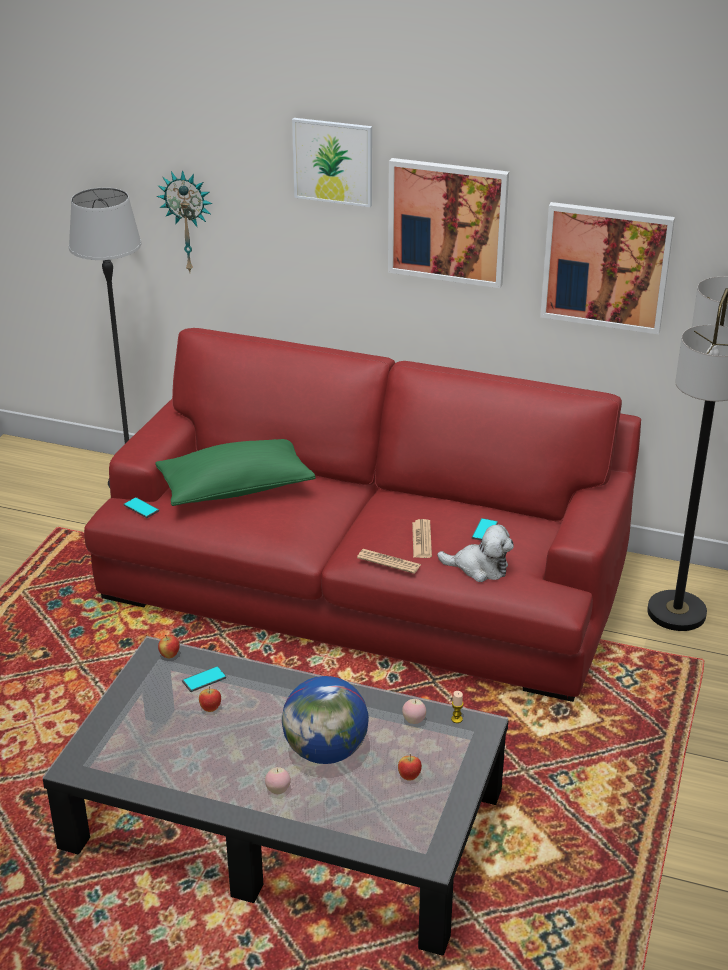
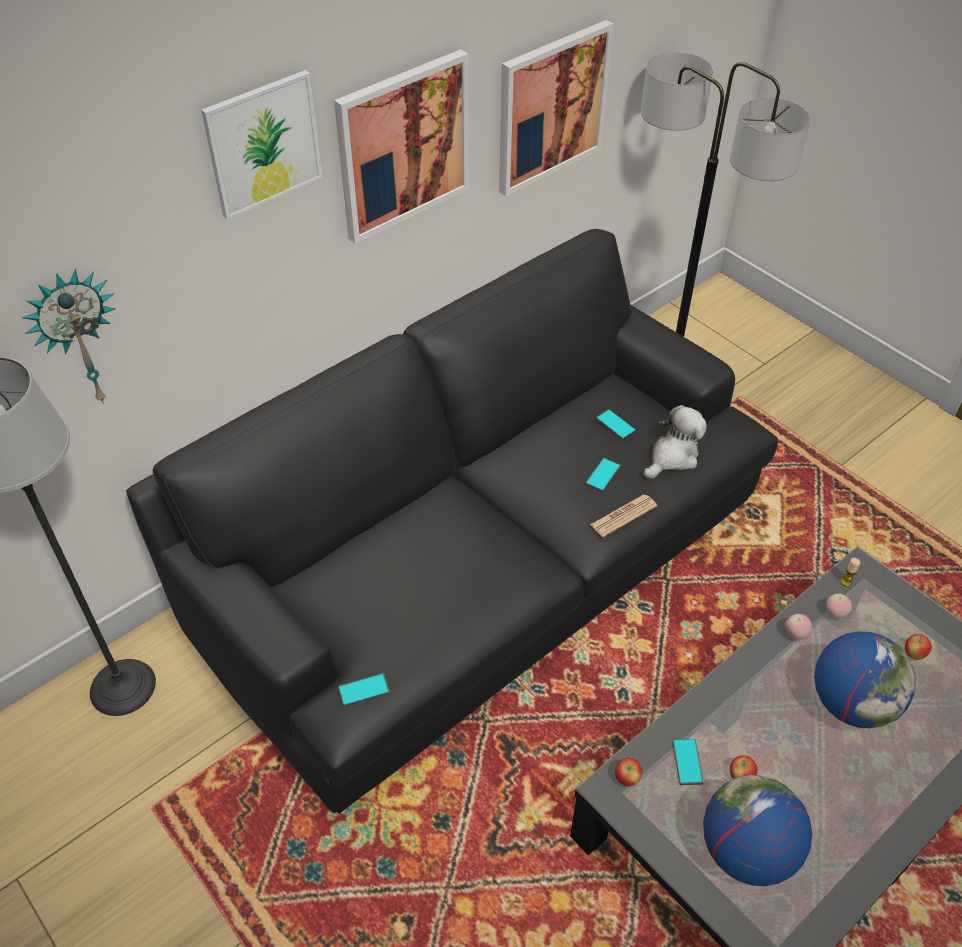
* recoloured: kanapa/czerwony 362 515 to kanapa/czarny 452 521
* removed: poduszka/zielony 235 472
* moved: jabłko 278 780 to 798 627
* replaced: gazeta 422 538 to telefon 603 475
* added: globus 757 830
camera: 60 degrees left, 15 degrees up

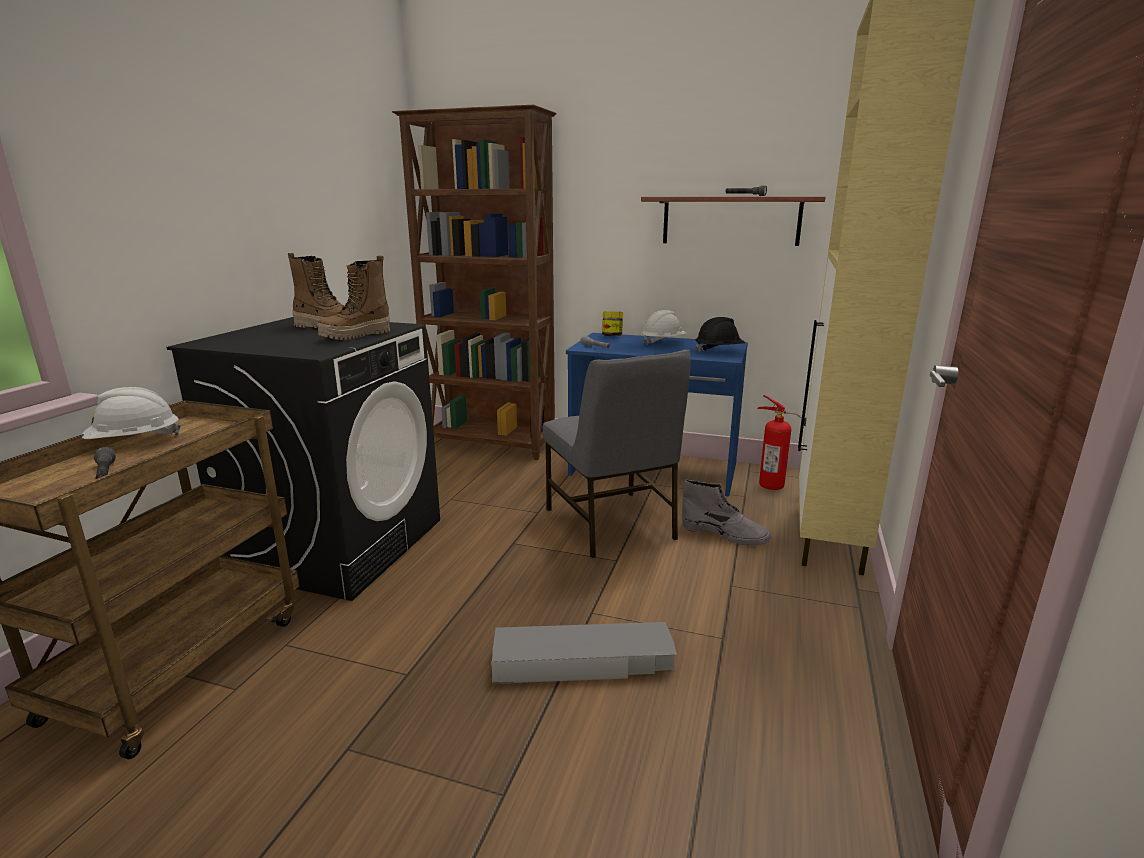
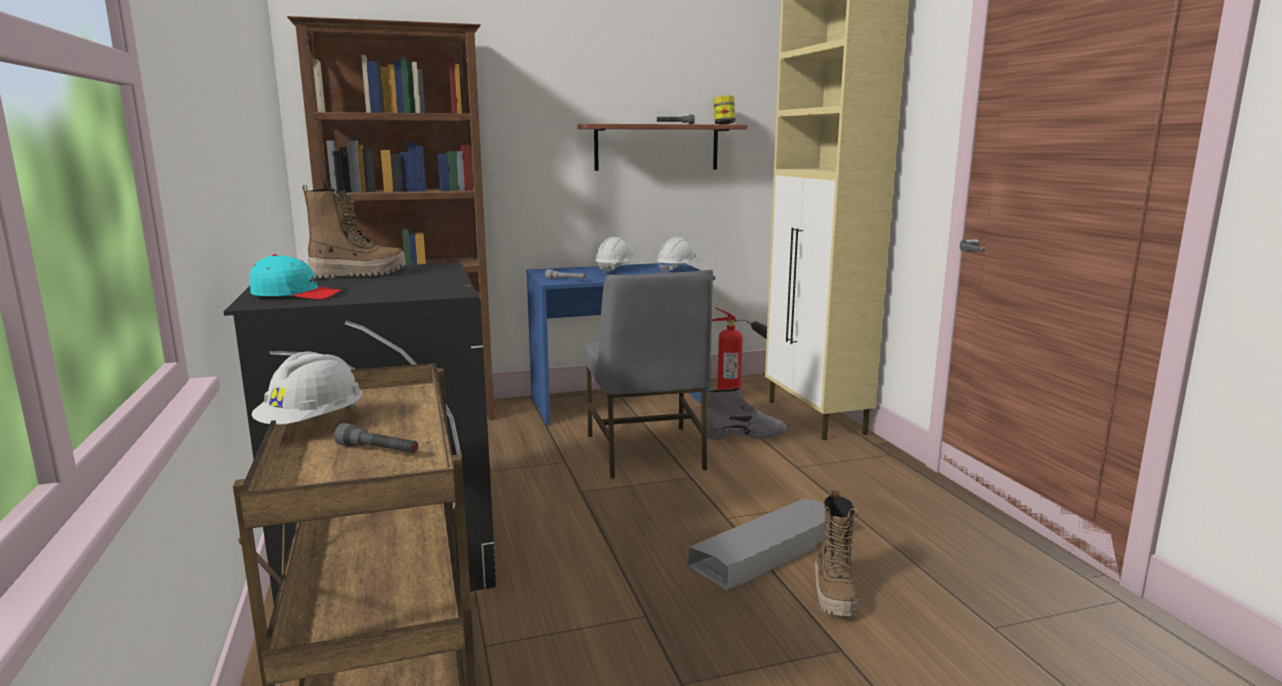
* moved: but z cholewką 353 297 to 837 552
* turned: krzesło/szary 617 453 = 648 374 45 degrees clockwise
* moved: słoik 612 323 to 724 110
* recoloured: kask/czarny 720 334 to kask/biały 678 255
* added: czapka z daszkiem/turkusowy 296 277
camera: 35 degrees left, 5 degrees down

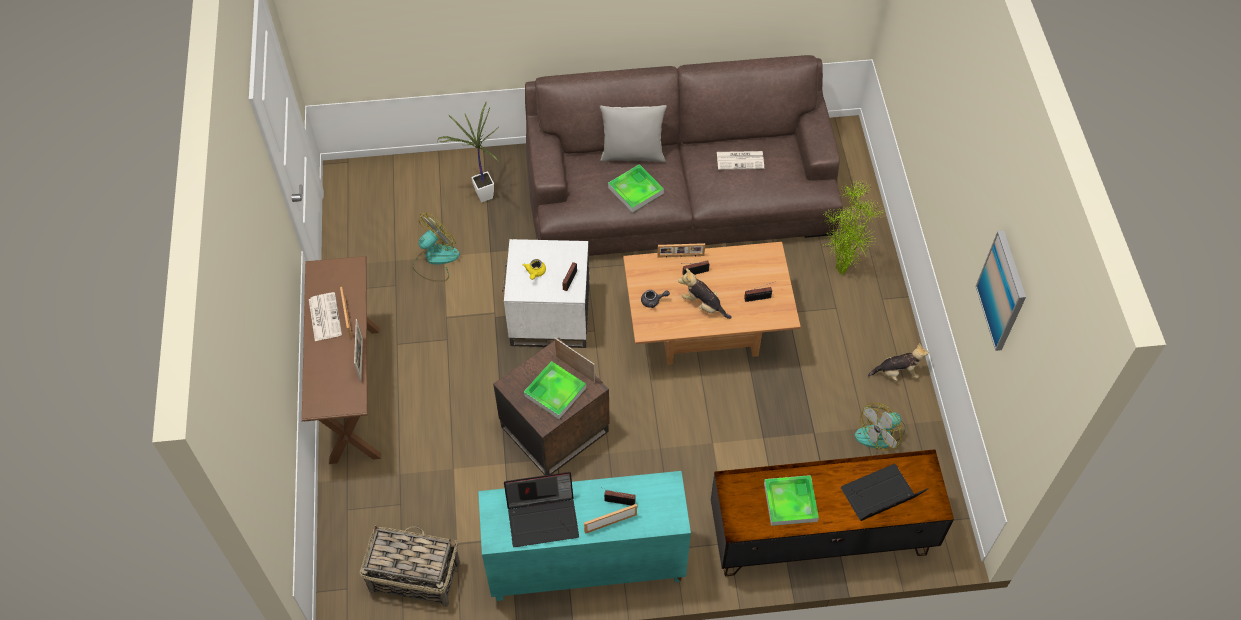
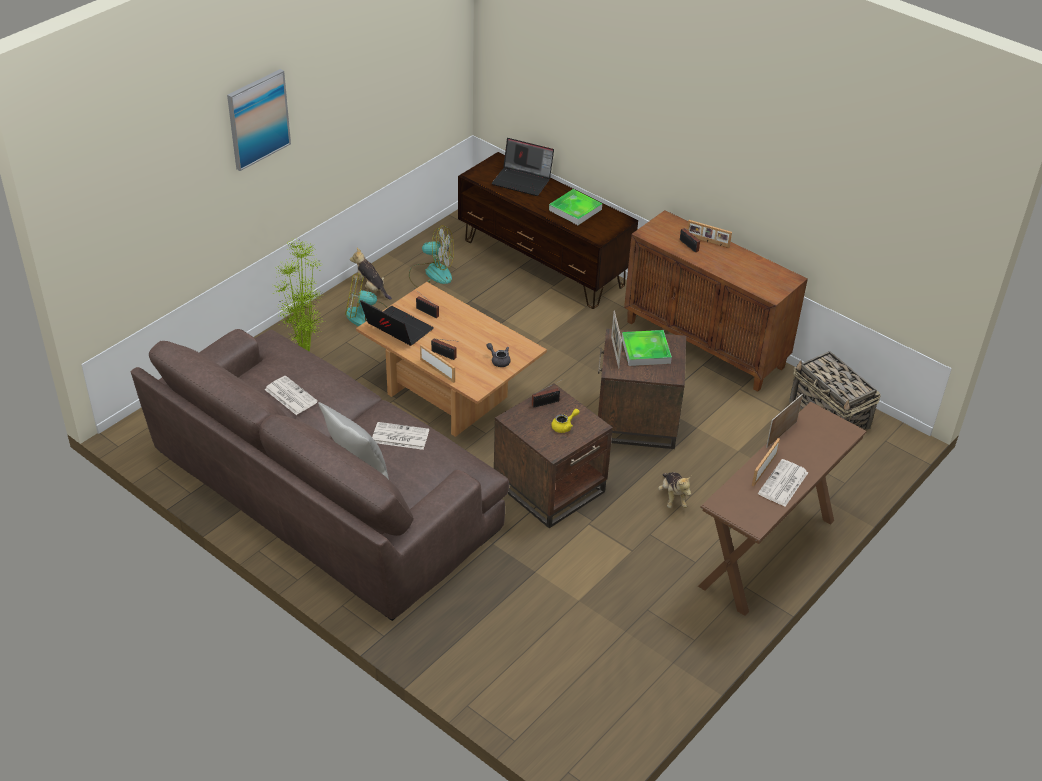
* moved: wentylator 436 247 to 366 300
* removed: roślina doniczkowa 468 152
* recoloured: szafka/turkusowy 584 536 to szafka/brązowy 716 301
* recoloured: stolik/biały 546 293 to stolik/brązowy 553 455
* moved: laptop 541 509 to 397 323
* replaced: taca 636 188 to gazeta 400 436
* moved: pluszak 705 293 to 674 490
* moved: obraz 1000 290 to 259 120
camera: 135 degrees left, 15 degrees down

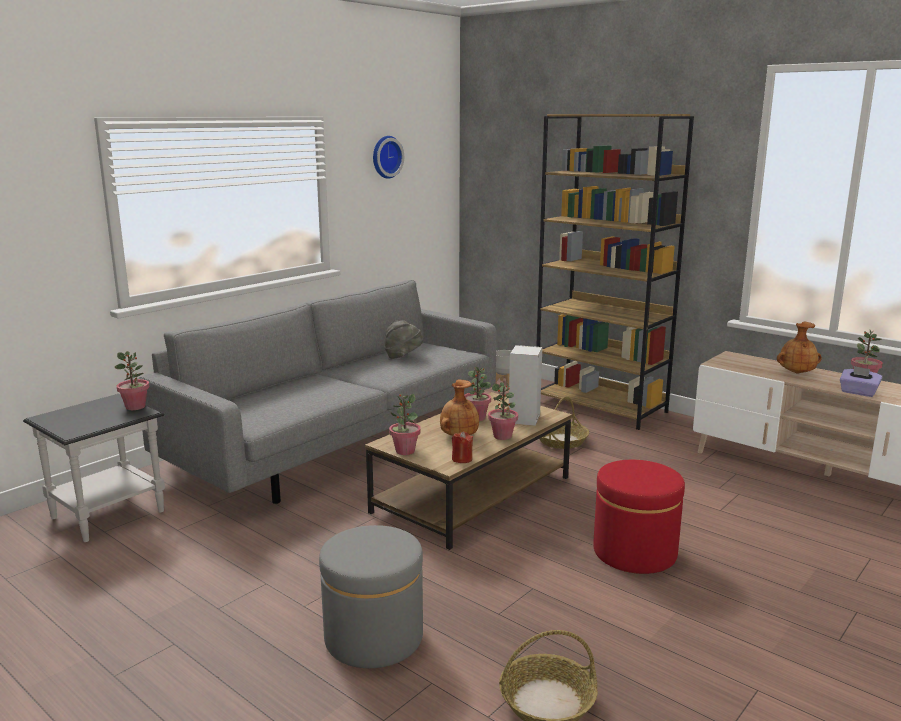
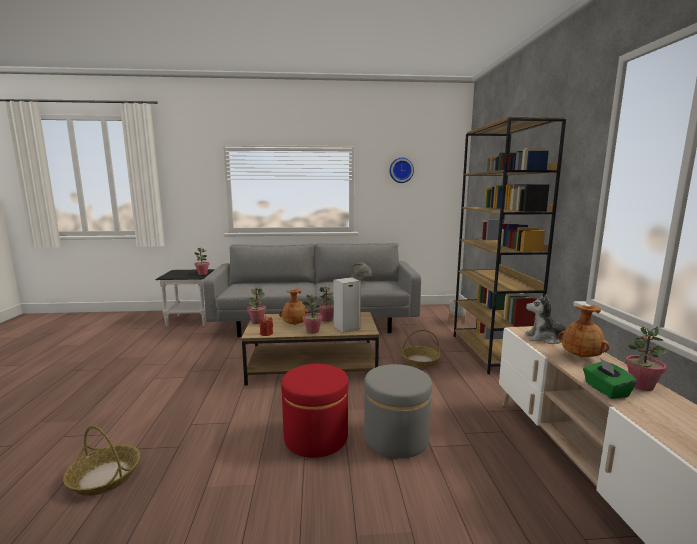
* moved: pufa/szary 371 596 to 398 411
* recoloured: pudełko chusteczek/fioletowy 861 381 to pudełko chusteczek/zielony 610 378
* added: pluszak 546 319
camera: 45 degrees right, 5 degrees down

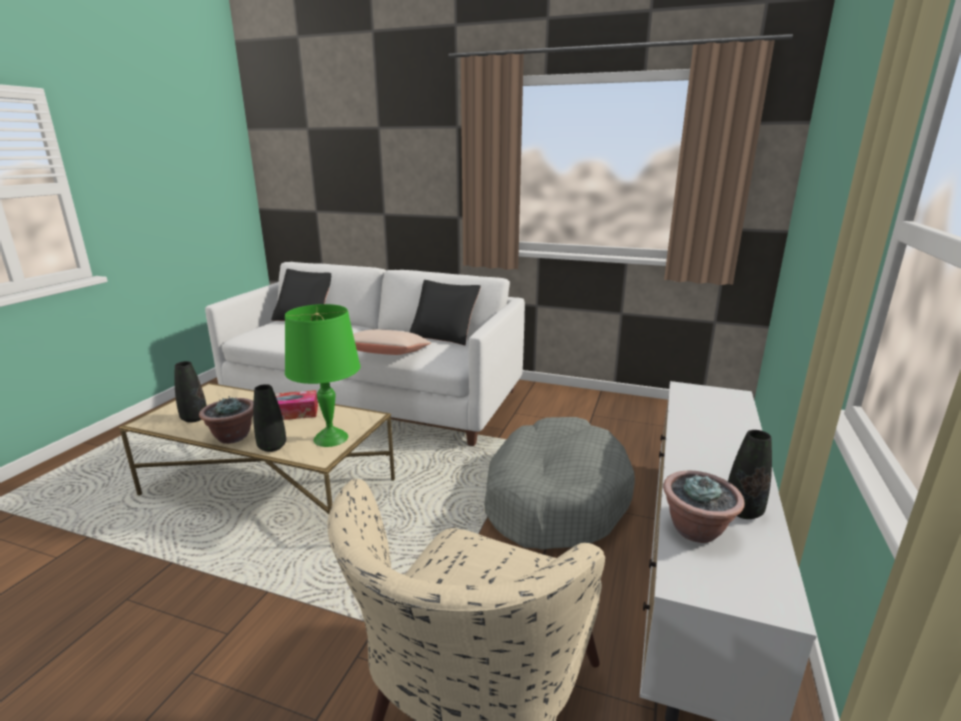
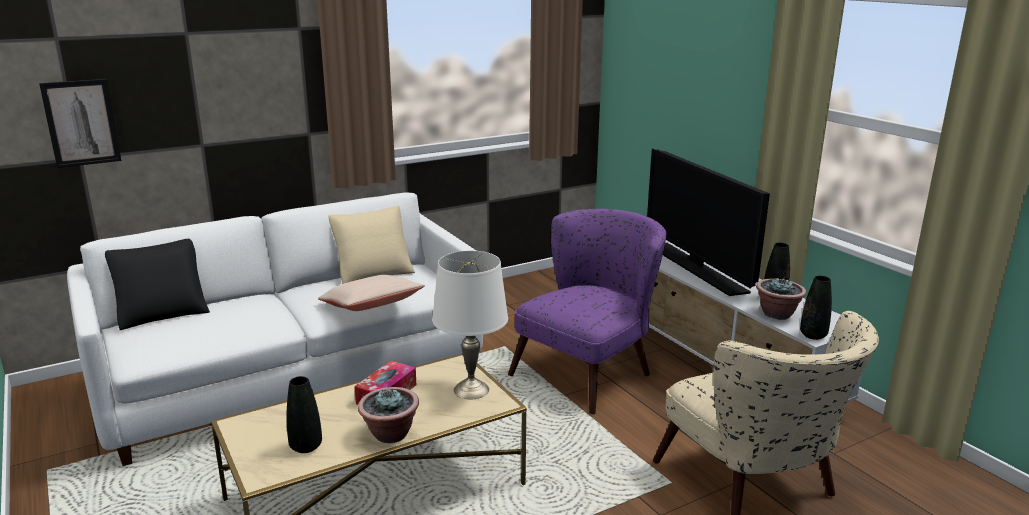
* moved: wazon/czarny 269 418 to 816 308
* recoloured: lampa stołowa/zielony 323 375 to lampa stołowa/biały 470 325
* recoloured: poduszka/czarny 445 312 to poduszka/beżowy 371 245
* replaced: legowisko/szary 559 483 to fotel/fioletowy 587 311
* added: obraz 80 123
* added: telewizor 708 222
camera: 50 degrees left, 0 degrees up

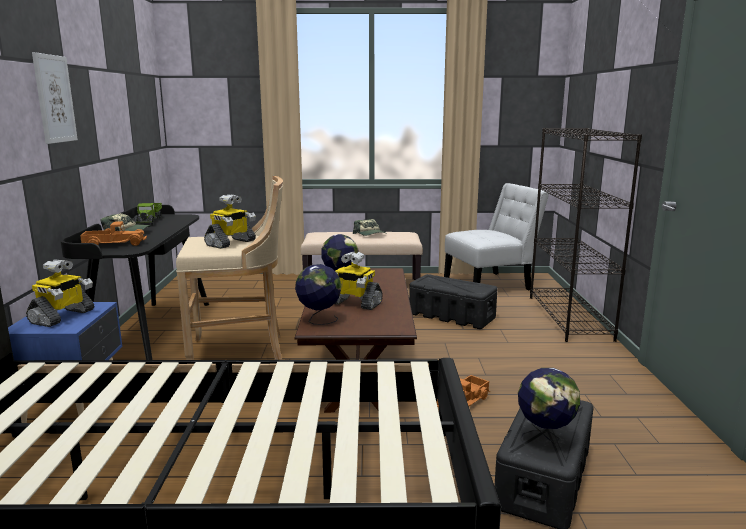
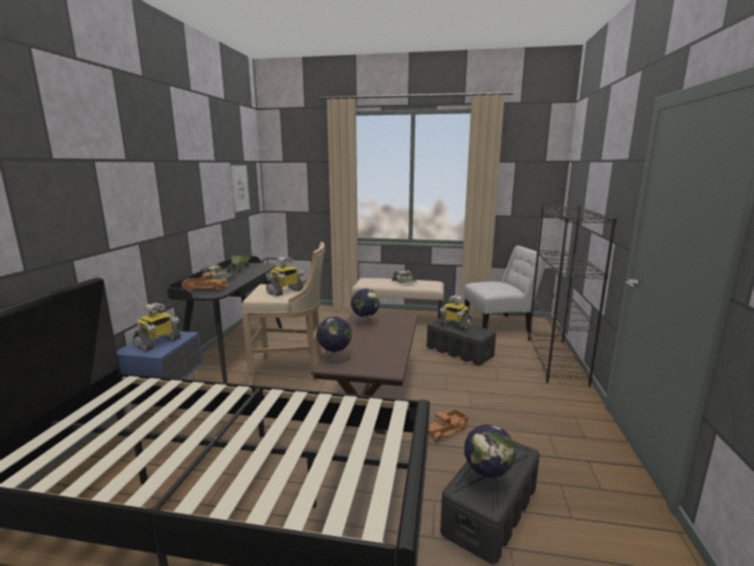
* moved: obraz 55 98 to 240 188
* moved: robot zabawkowy 359 281 to 455 312
camera: 10 degrees right, 0 degrees up

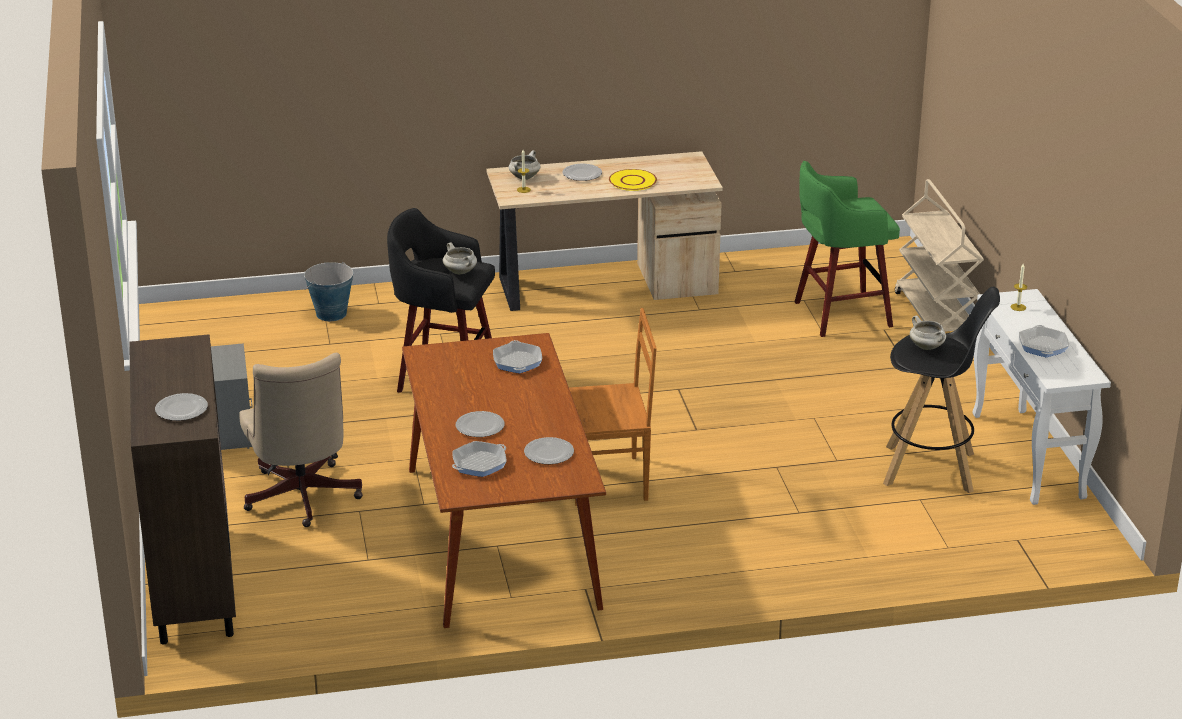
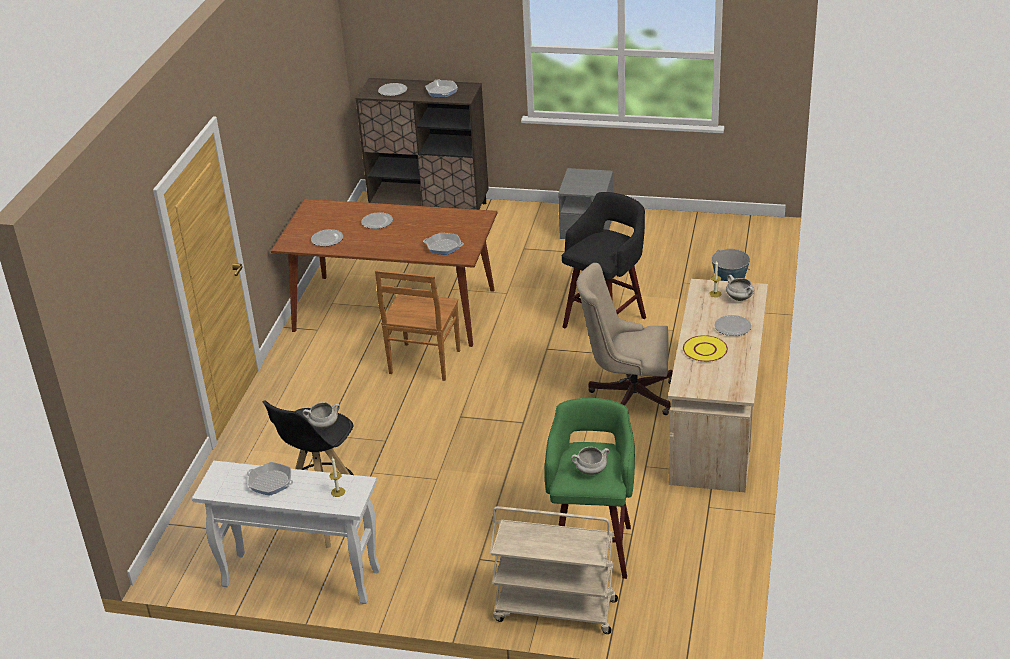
* moved: krzesło biurowe/beżowy 301 440 to 624 339
* moved: garnek/biały 460 258 to 590 461
* moved: patelnia 479 459 to 441 88
camera: 115 degrees right, 5 degrees up

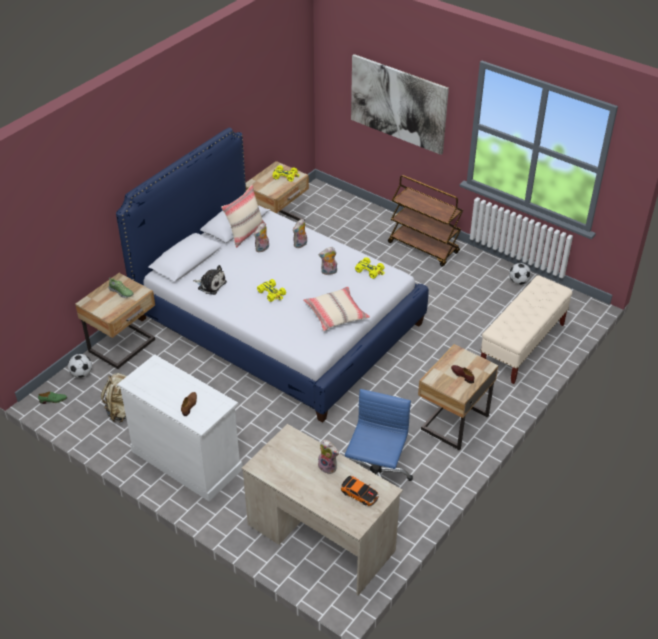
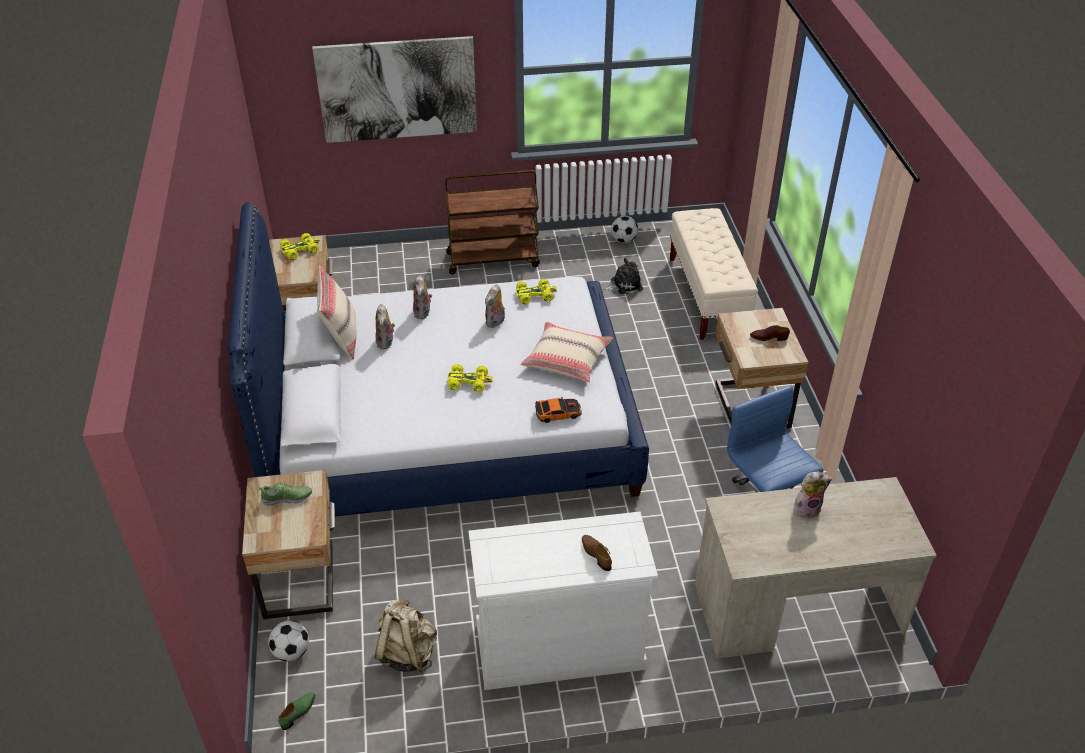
* moved: pluszak 210 280 to 623 276
* moved: samochodzik 360 491 to 558 410
camera: 45 degrees left, 0 degrees up

